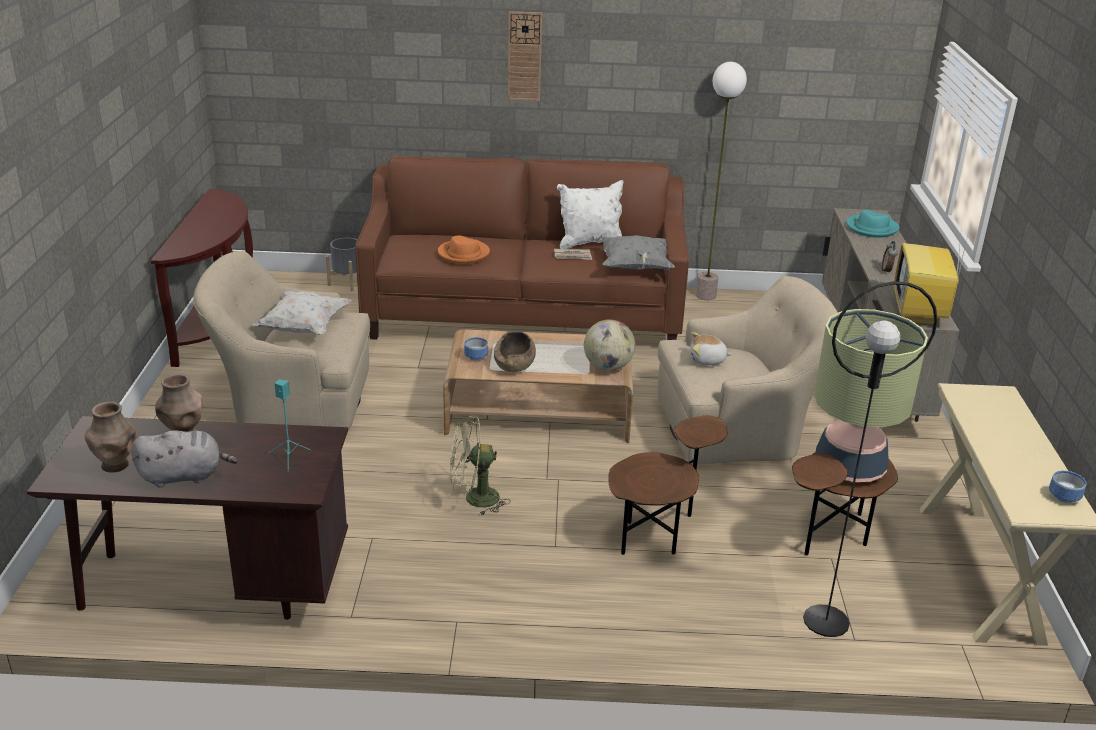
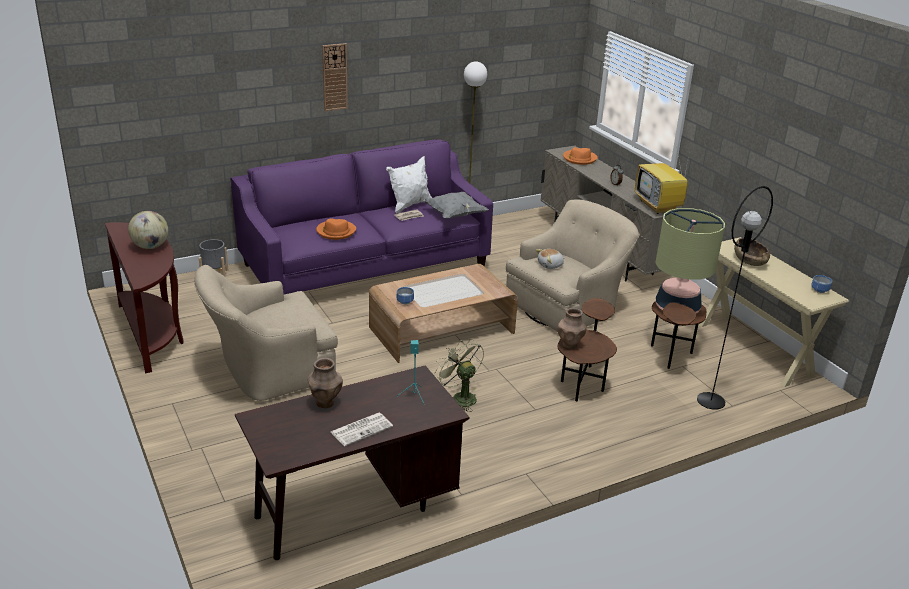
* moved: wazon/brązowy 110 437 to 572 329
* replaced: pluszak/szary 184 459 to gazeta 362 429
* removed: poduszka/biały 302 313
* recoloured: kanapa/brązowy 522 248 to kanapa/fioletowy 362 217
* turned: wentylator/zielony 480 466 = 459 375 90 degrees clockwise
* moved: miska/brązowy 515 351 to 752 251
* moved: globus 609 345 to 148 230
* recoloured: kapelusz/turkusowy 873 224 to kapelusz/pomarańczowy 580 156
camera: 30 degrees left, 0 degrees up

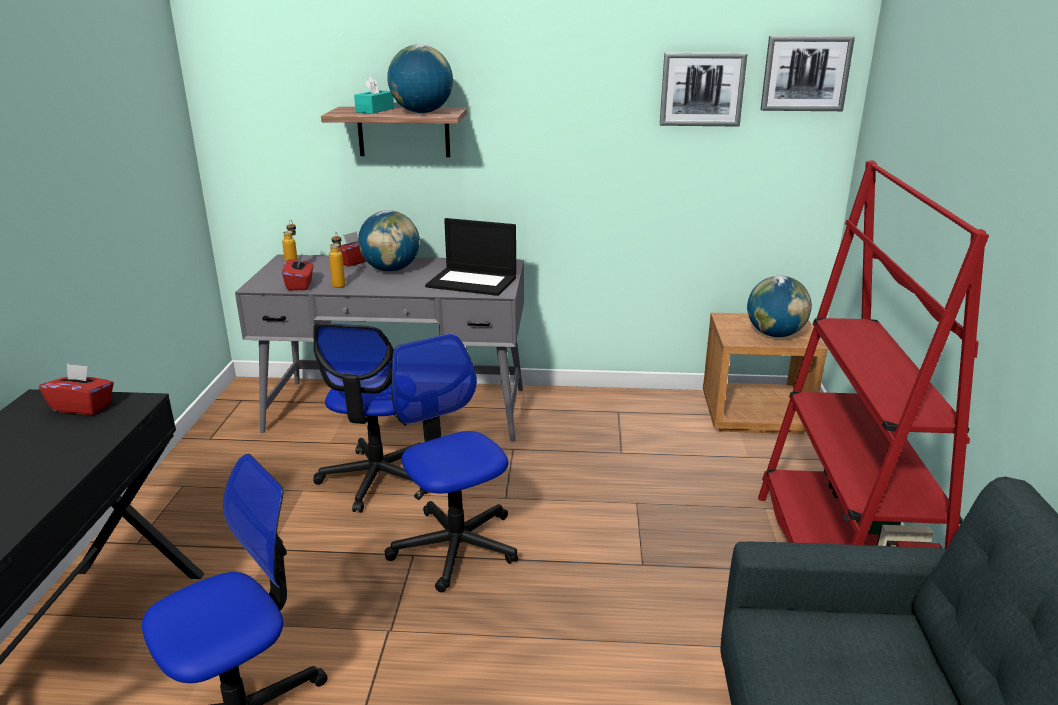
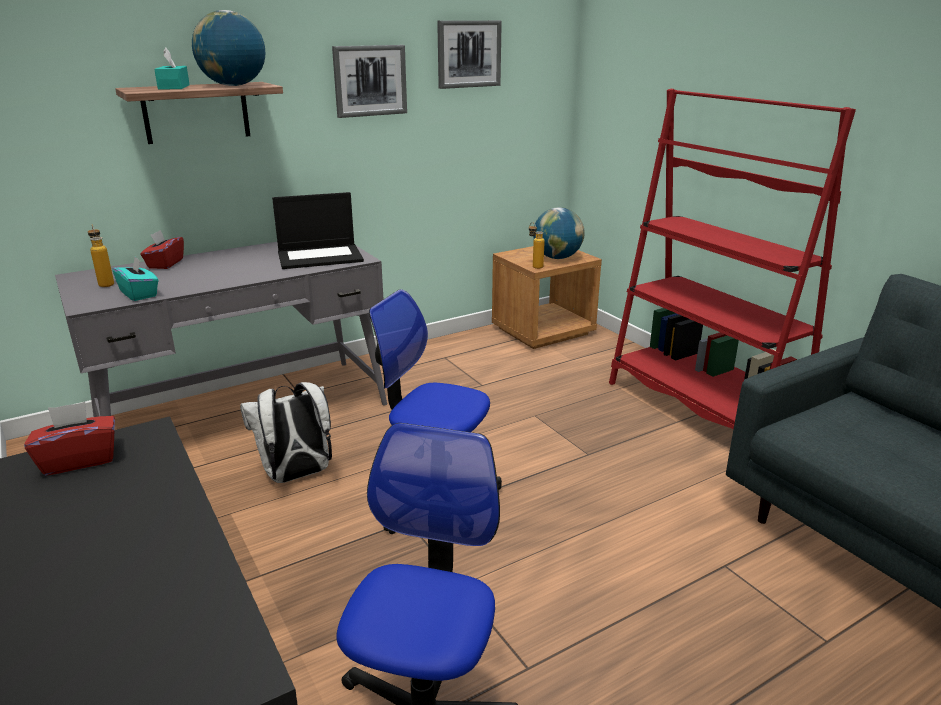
* recoloured: pudełko chusteczek/czerwony 298 272 to pudełko chusteczek/turkusowy 135 279
* replaced: krzesło biurowe 370 418 to plecak/biały 286 432
* moved: butelka 337 260 to 537 245
* removed: globus 389 241
* moved: obraz 808 73 to 369 81
camera: 35 degrees left, 0 degrees up

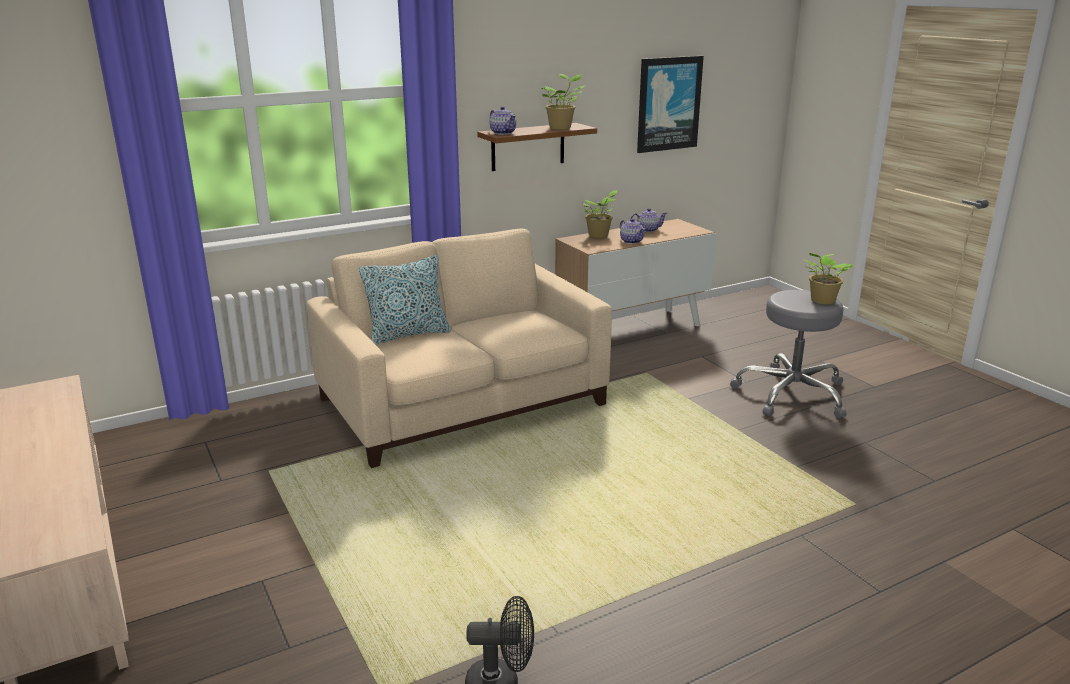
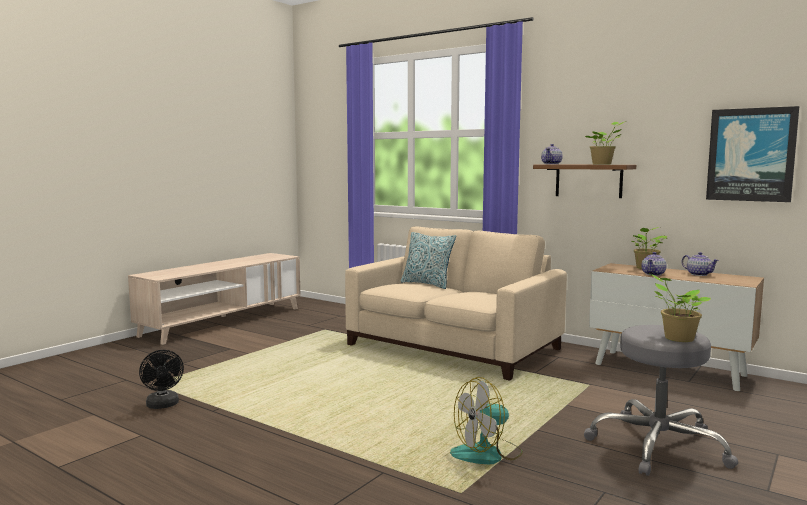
* added: wentylator 486 420
camera: 65 degrees right, 15 degrees down

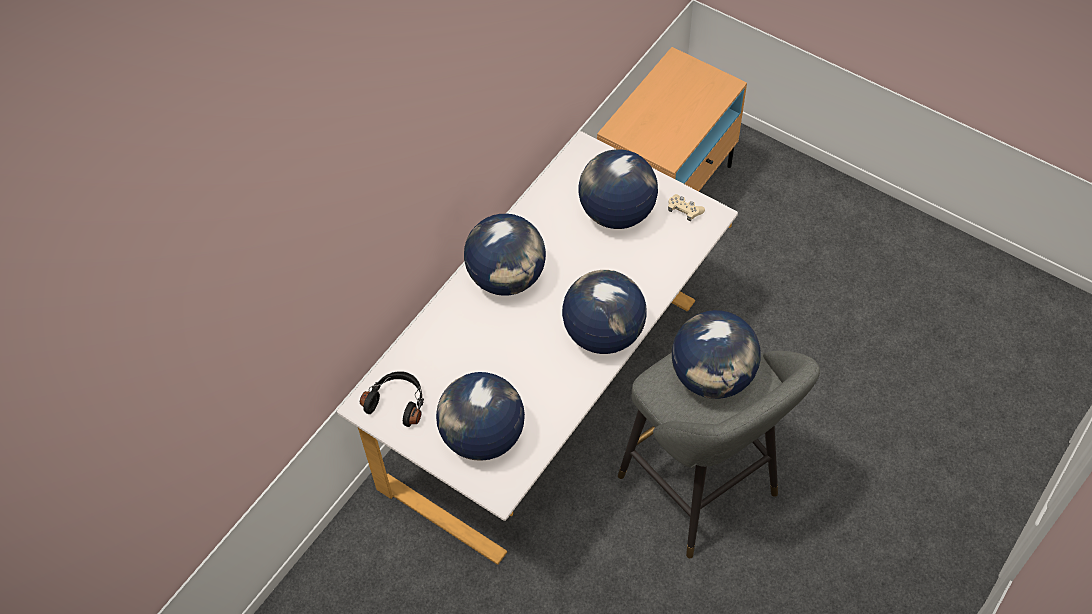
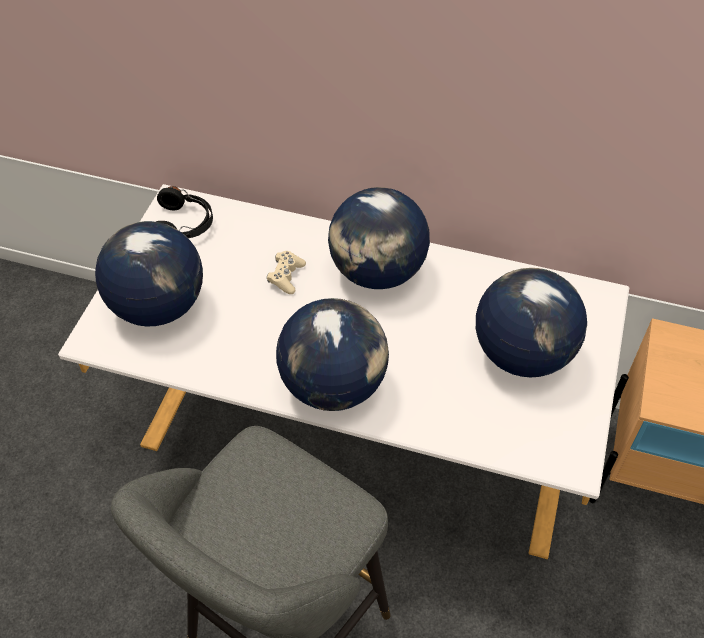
* moved: pad do gier/beżowy 686 207 to 286 272
* removed: globus 716 354
camera: 70 degrees right, 5 degrees down

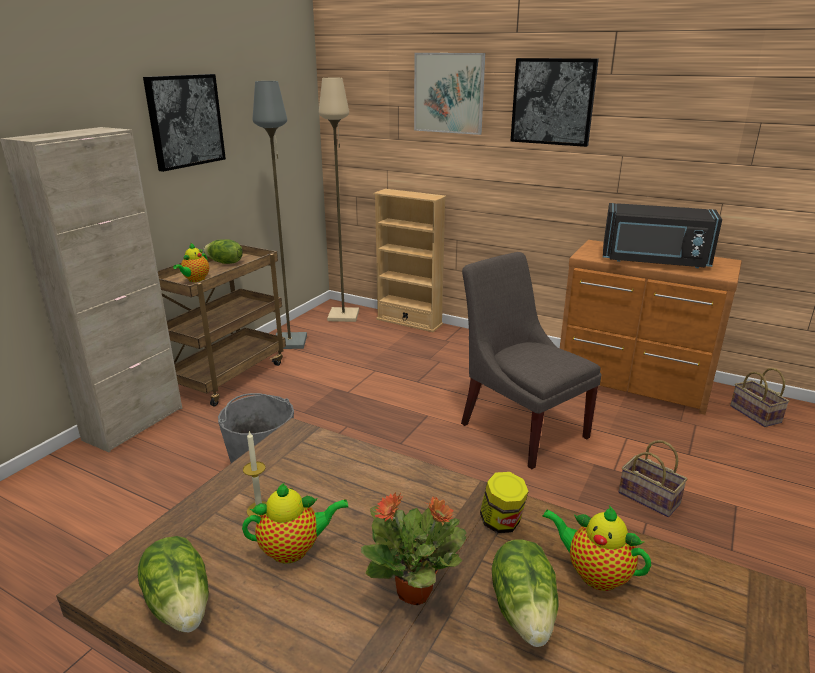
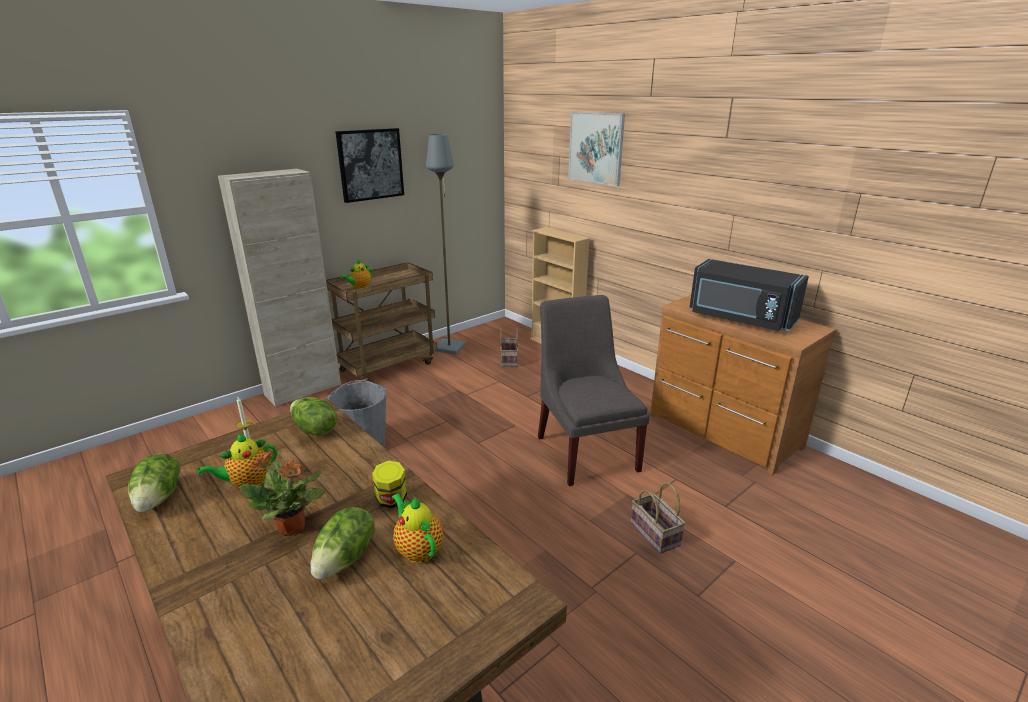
* moved: sałata 223 251 to 313 416
* turned: imbryk 295 523 = 237 460 135 degrees clockwise
* removed: lampa stojąca/beżowy 339 200
* removed: obraz 554 102
* moved: koszyk 759 397 to 509 347
camera: 20 degrees right, 0 degrees up

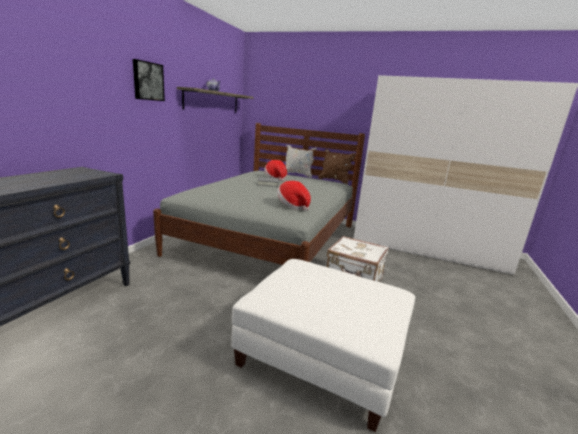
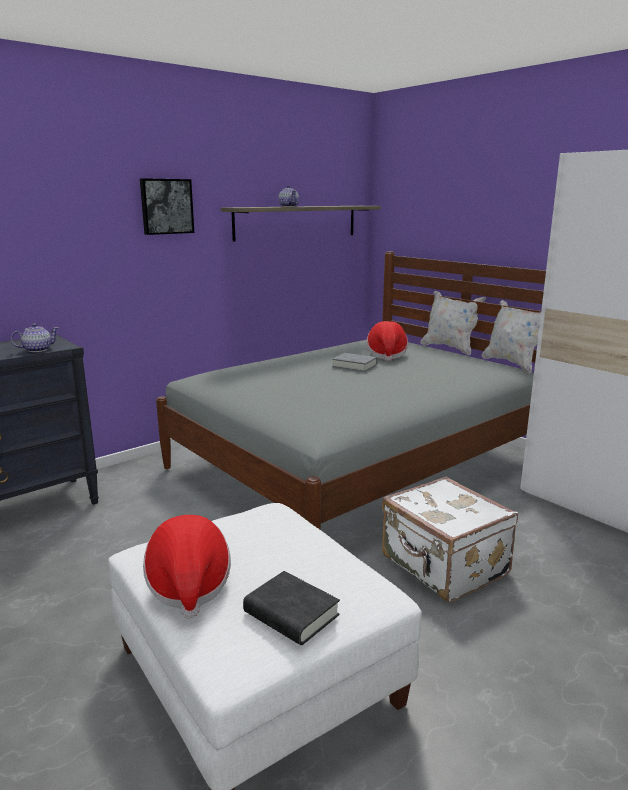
* moved: kapelusz 294 196 to 187 567
* recoloured: poduszka/brązowy 337 167 to poduszka/biały 511 336
* added: imbryk 35 337
* added: książka/czarny 291 608
camera: 30 degrees right, 0 degrees up

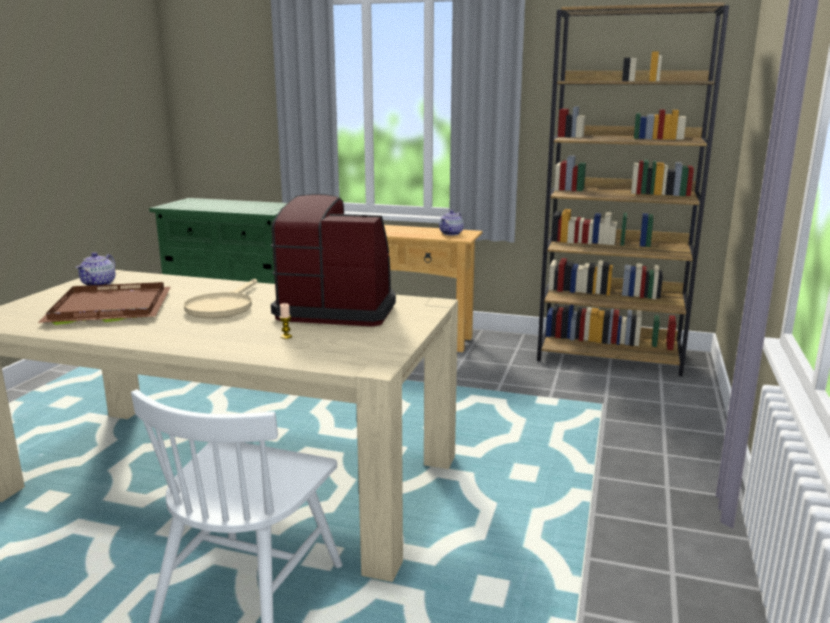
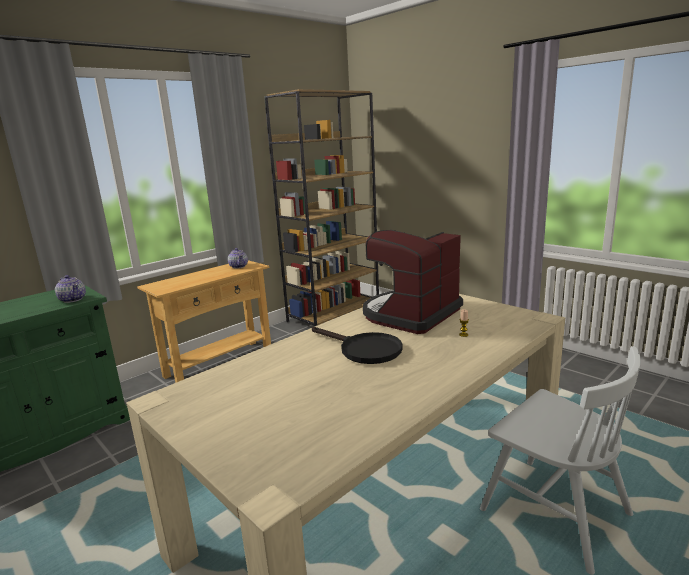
* removed: taca/brązowy 104 303
* moved: imbryk 95 269 to 70 289
* recoloured: patelnia/beżowy 221 299 to patelnia/czarny 357 345
camera: 60 degrees left, 0 degrees up

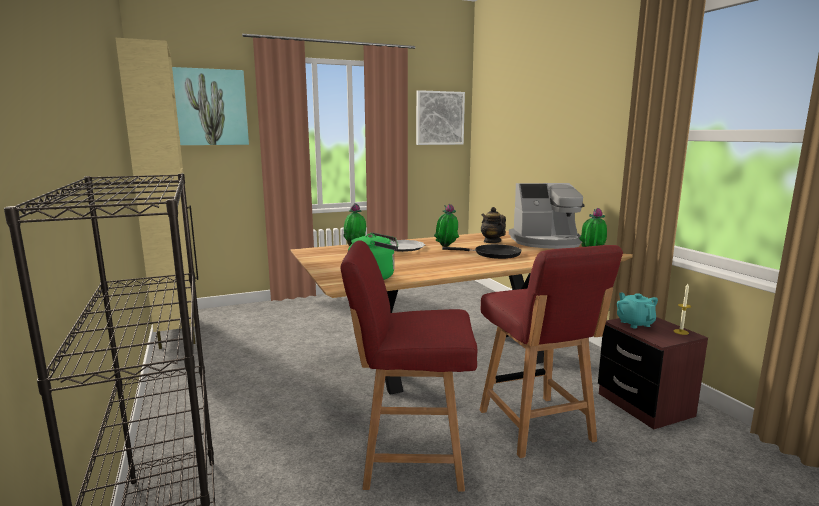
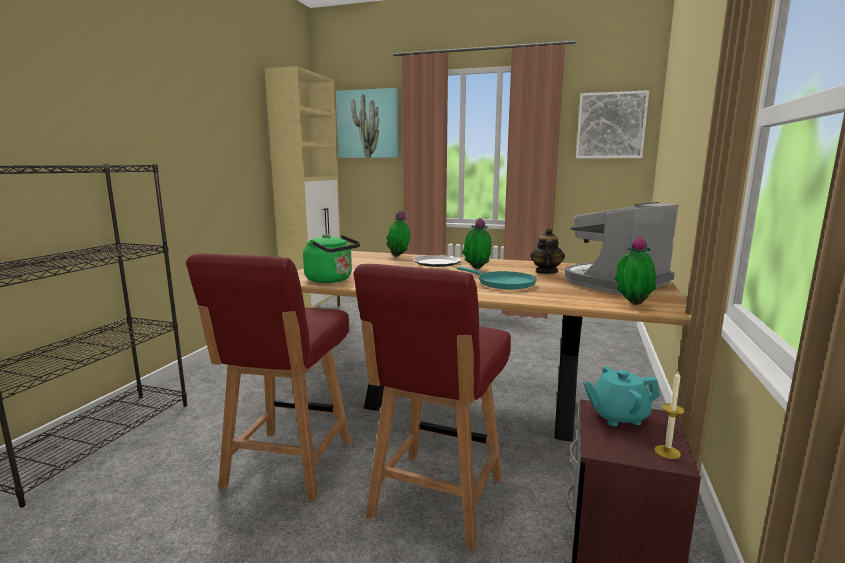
* turned: krzesło/czerwony 408 366 = 268 377 120 degrees counterclockwise
* recoloured: patelnia/czarny 482 251 to patelnia/turkusowy 497 278
* turned: ekspres do kawy 547 216 = 622 248 105 degrees clockwise
* turned: imbryk/turkusowy 637 310 = 621 396 120 degrees counterclockwise
camera: 40 degrees right, 0 degrees up

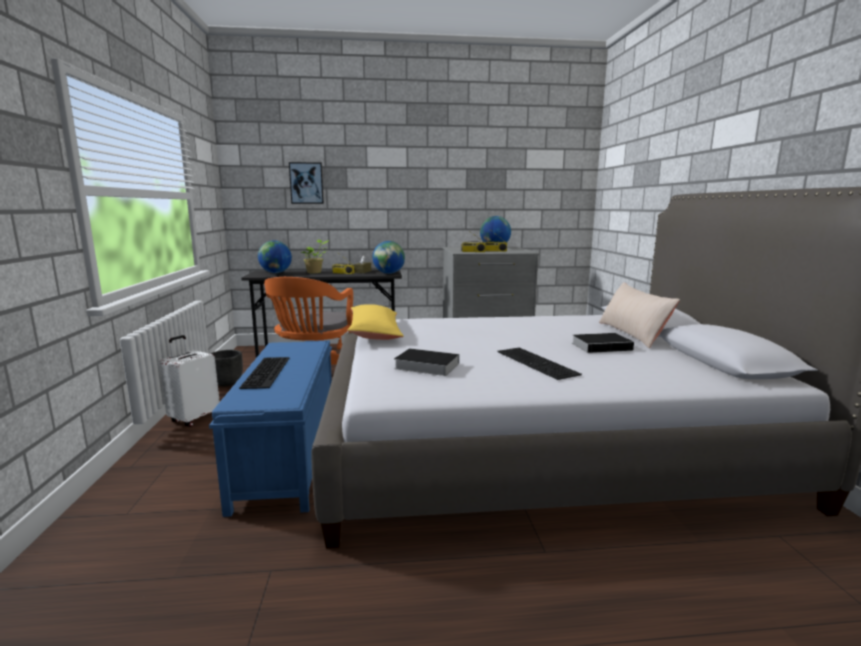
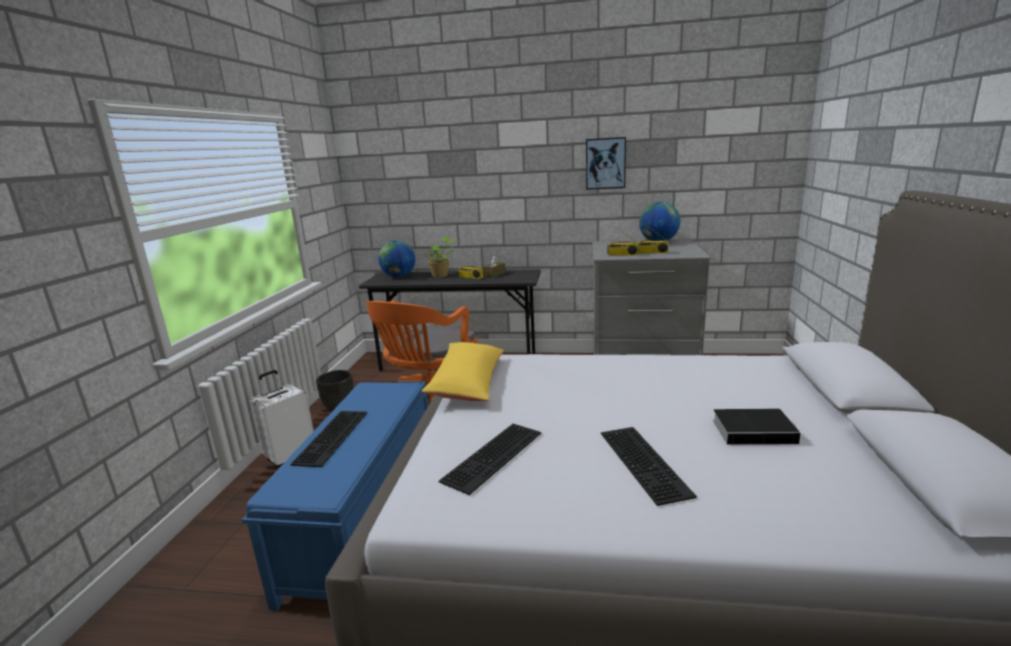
* moved: obraz 306 183 to 606 163
* removed: globus 388 257
* replaced: książka 426 362 to klawiatura 490 459
* removed: poduszka/beżowy 639 315
camera: 15 degrees right, 5 degrees up

